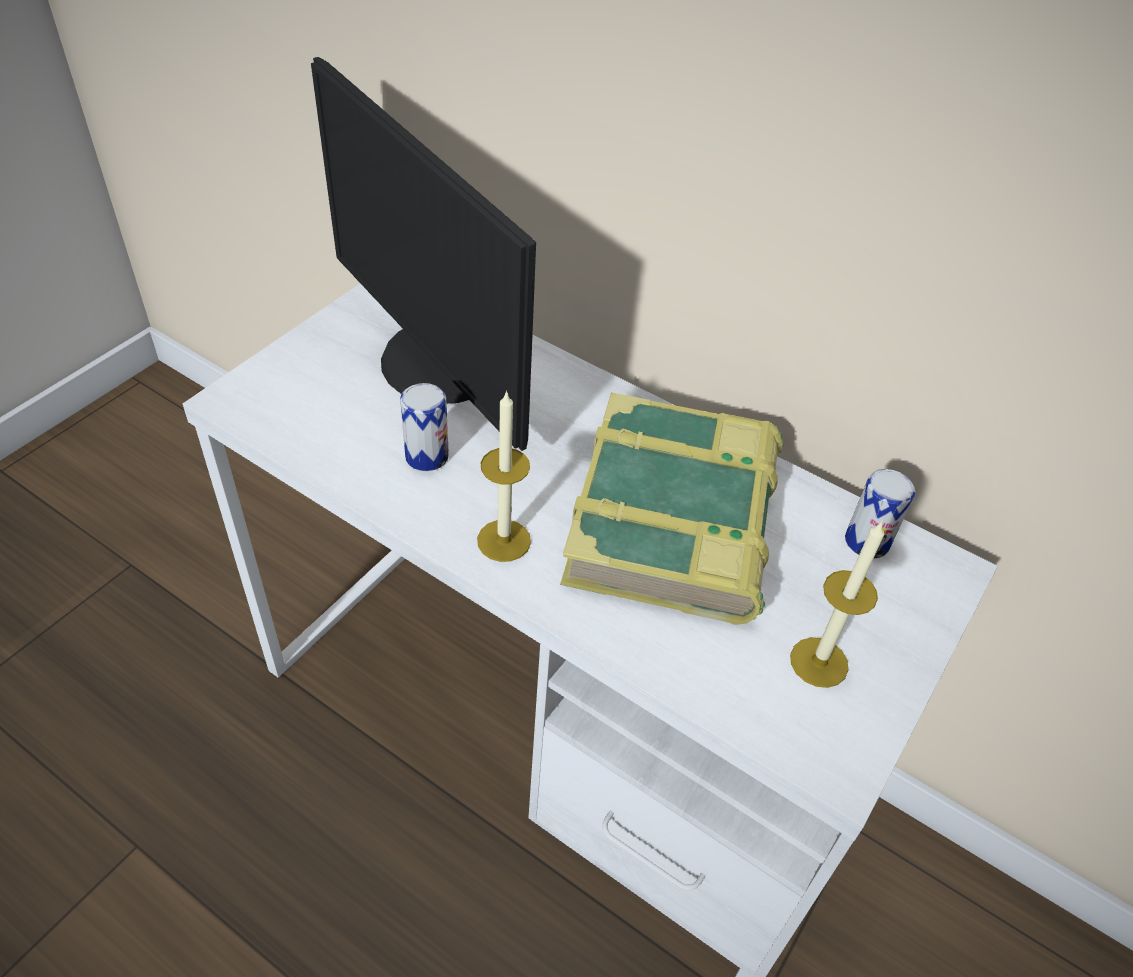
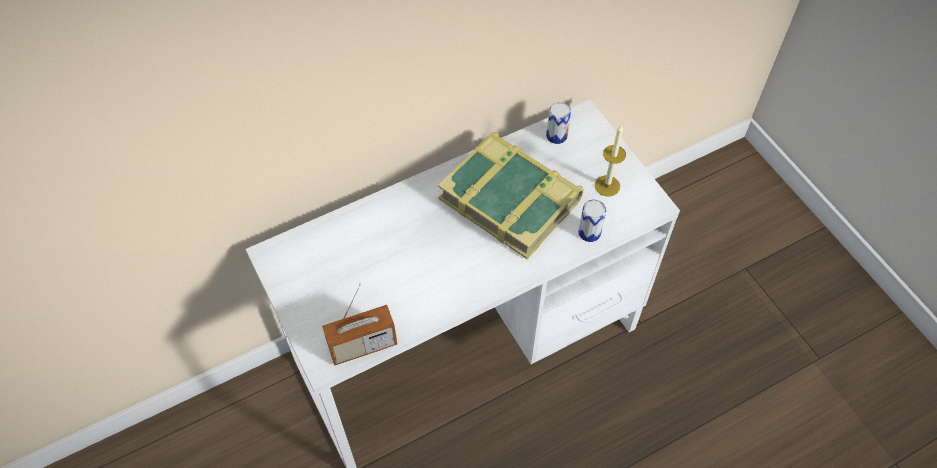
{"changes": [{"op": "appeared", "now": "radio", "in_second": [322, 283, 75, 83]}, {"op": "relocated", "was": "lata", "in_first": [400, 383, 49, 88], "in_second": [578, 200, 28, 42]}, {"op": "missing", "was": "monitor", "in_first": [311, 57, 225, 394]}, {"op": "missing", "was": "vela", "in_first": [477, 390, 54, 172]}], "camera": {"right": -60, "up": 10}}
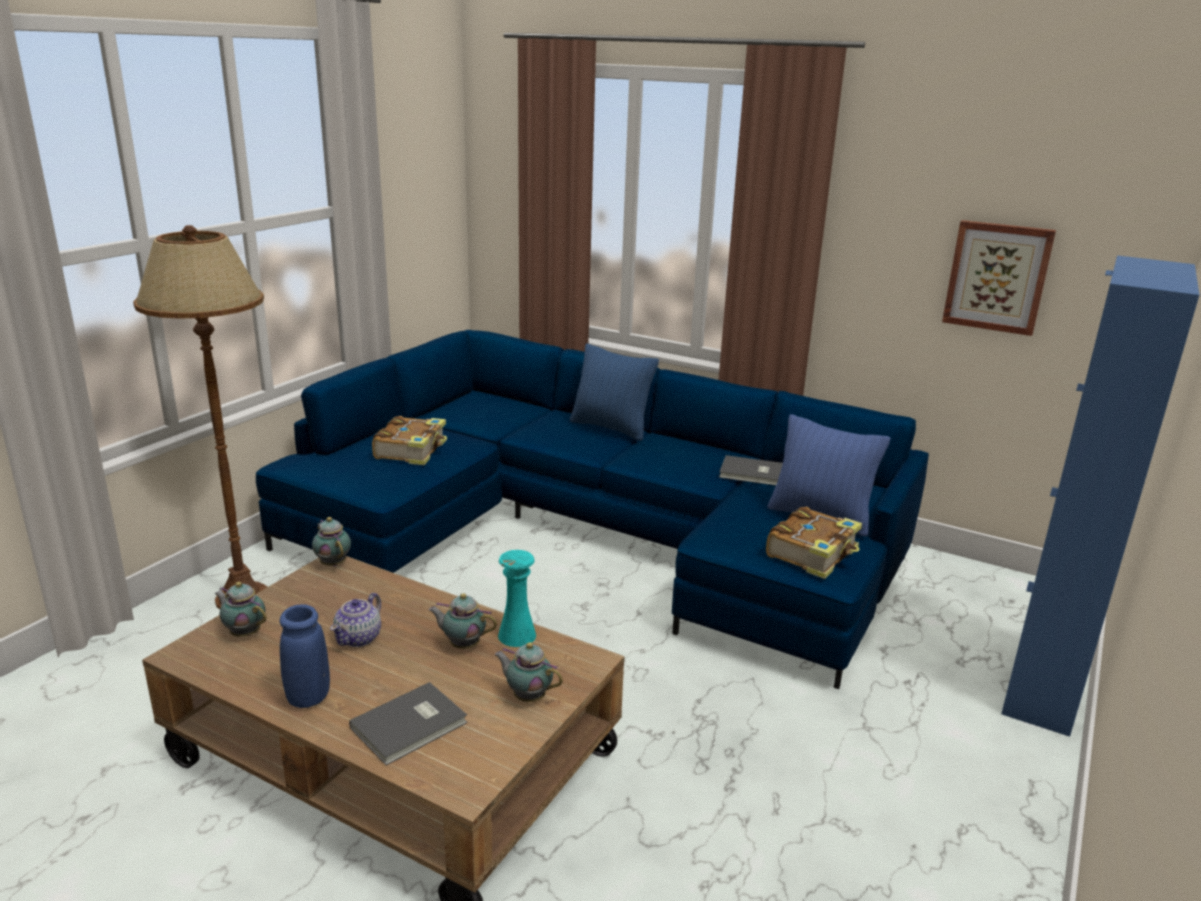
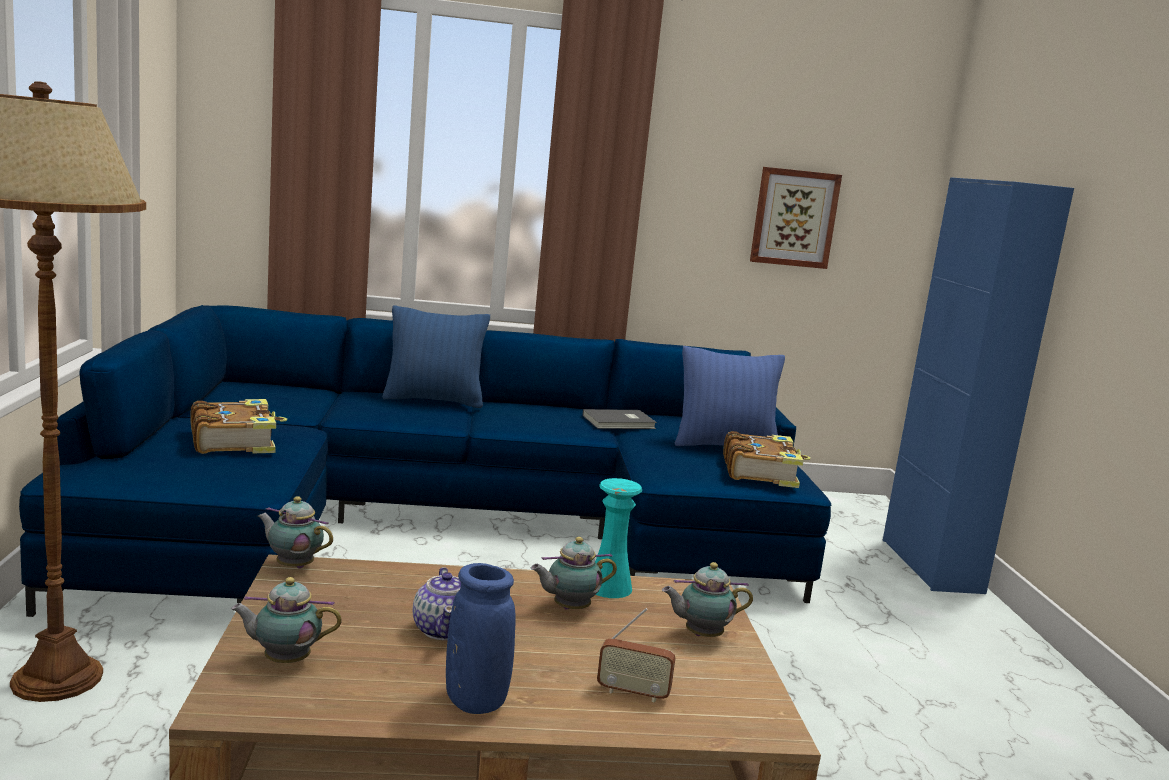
{"changes": [{"op": "exchanged", "was": "libro/gris", "now": "radio", "in_first": [349, 682, 119, 83], "in_second": [597, 608, 79, 95]}], "camera": {"right": -35, "up": -10}}
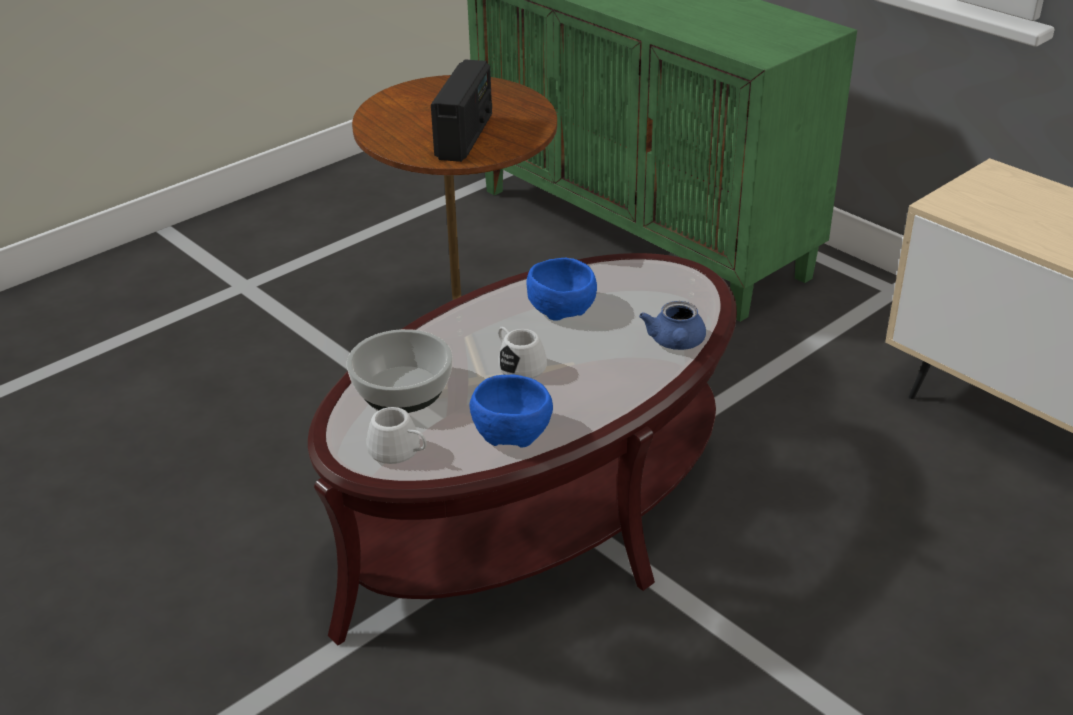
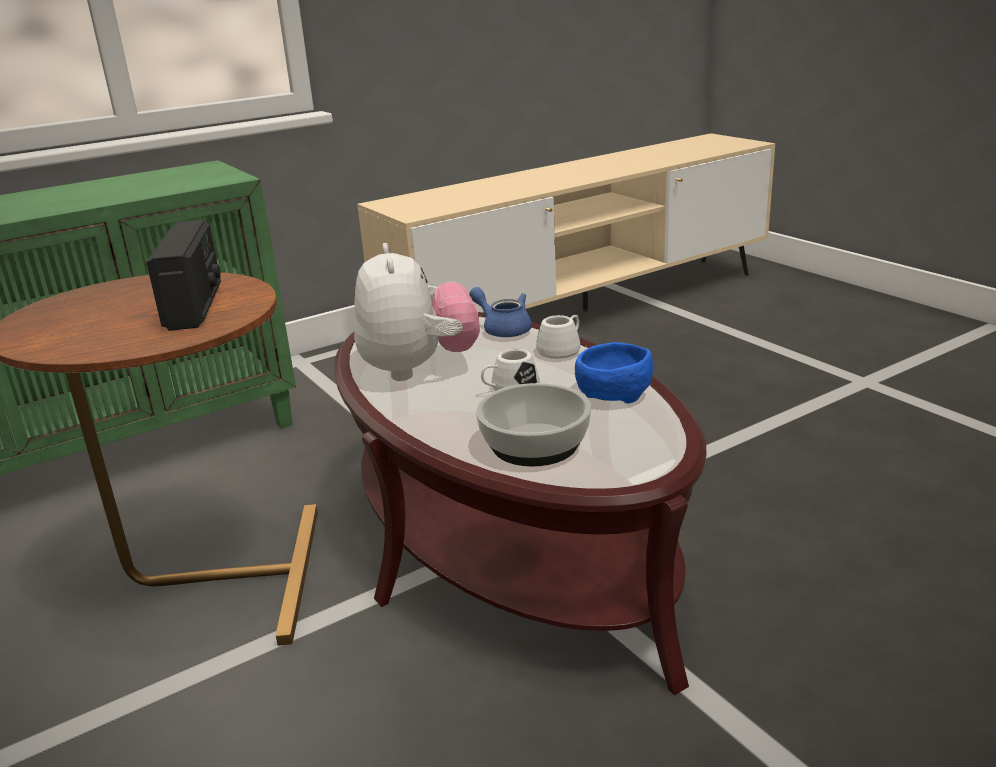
{"changes": [{"op": "spun", "was": "radio", "in_first": [431, 59, 61, 103], "in_second": [146, 220, 75, 111], "clockwise": 60}, {"op": "exchanged", "was": "cuenco/azul", "now": "peluche", "in_first": [527, 258, 70, 63], "in_second": [354, 243, 126, 138]}, {"op": "spun", "was": "tetera/azul", "in_first": [639, 301, 67, 49], "in_second": [469, 287, 63, 50], "clockwise": -150}, {"op": "relocated", "was": "taza grande/blanco", "in_first": [366, 407, 61, 57], "in_second": [536, 315, 44, 44]}], "camera": {"right": -80, "up": -10}}
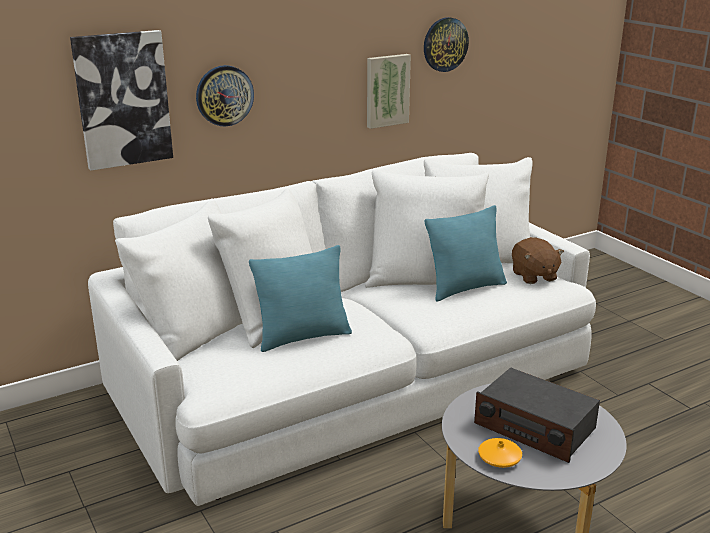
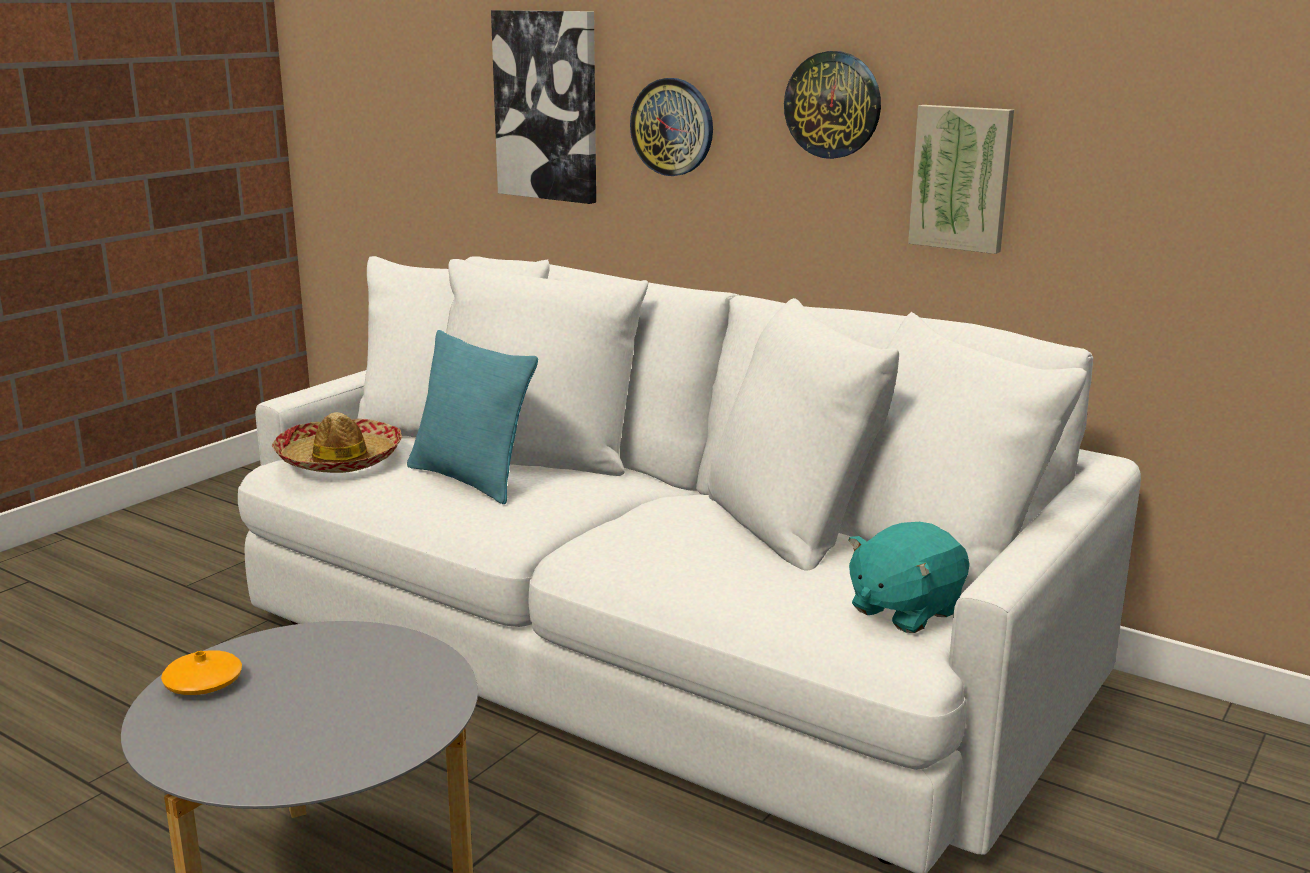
{"changes": [{"op": "appeared", "now": "sombrero", "in_second": [272, 412, 130, 61]}, {"op": "relocated", "was": "reloj de pared", "in_first": [424, 17, 45, 55], "in_second": [784, 51, 97, 108]}, {"op": "colour", "was": "peluche/marrón", "now": "peluche/turquesa", "in_first": [512, 237, 52, 47], "in_second": [848, 522, 121, 111]}, {"op": "missing", "was": "cojín/turquesa", "in_first": [425, 205, 82, 96]}, {"op": "missing", "was": "radio", "in_first": [474, 367, 126, 96]}], "camera": {"right": 65, "up": -5}}
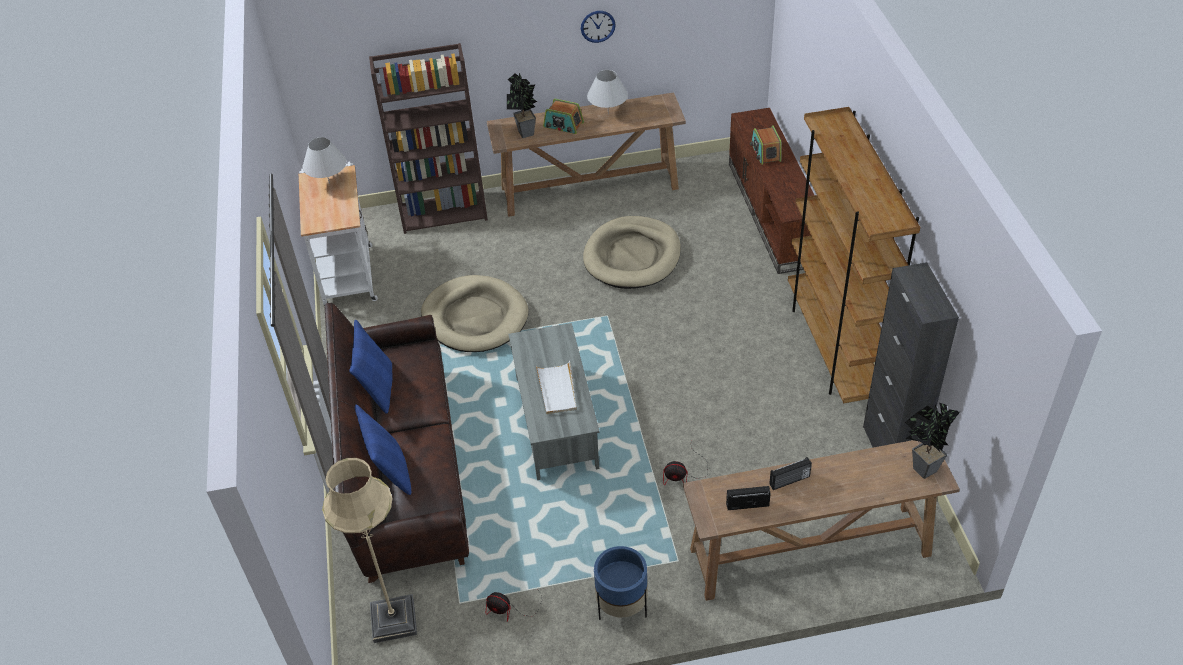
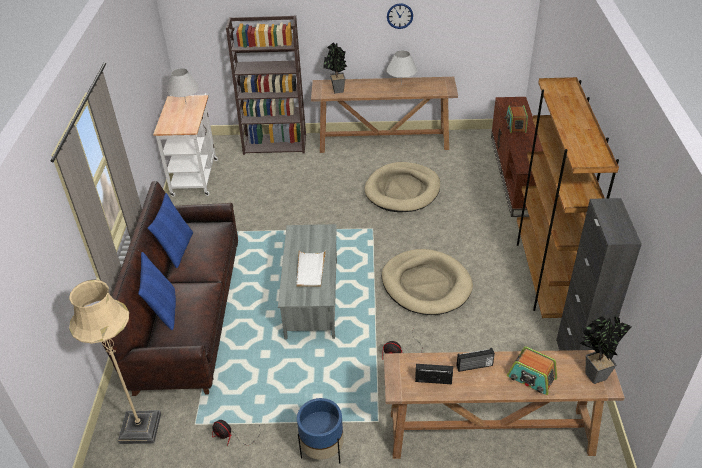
{"changes": [{"op": "relocated", "was": "cama para perro/beis", "in_first": [421, 275, 107, 77], "in_second": [382, 249, 91, 66]}, {"op": "relocated", "was": "radio", "in_first": [543, 99, 41, 35], "in_second": [507, 346, 50, 49]}], "camera": {"right": 10, "up": -5}}
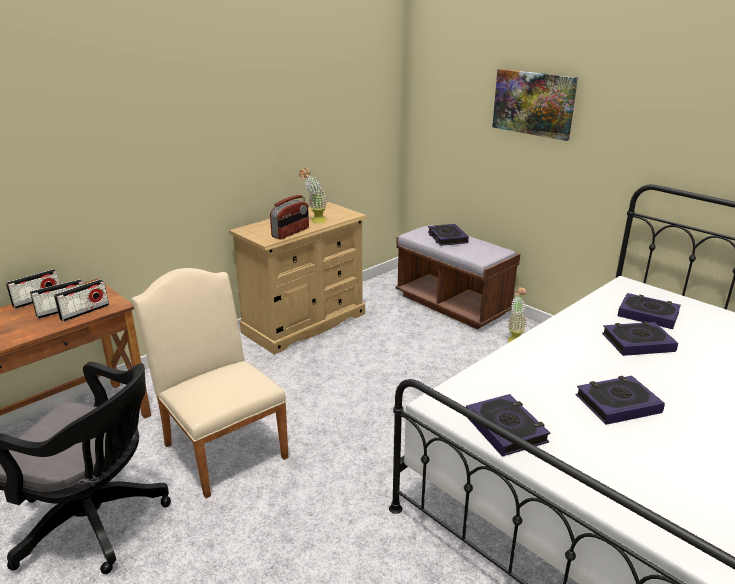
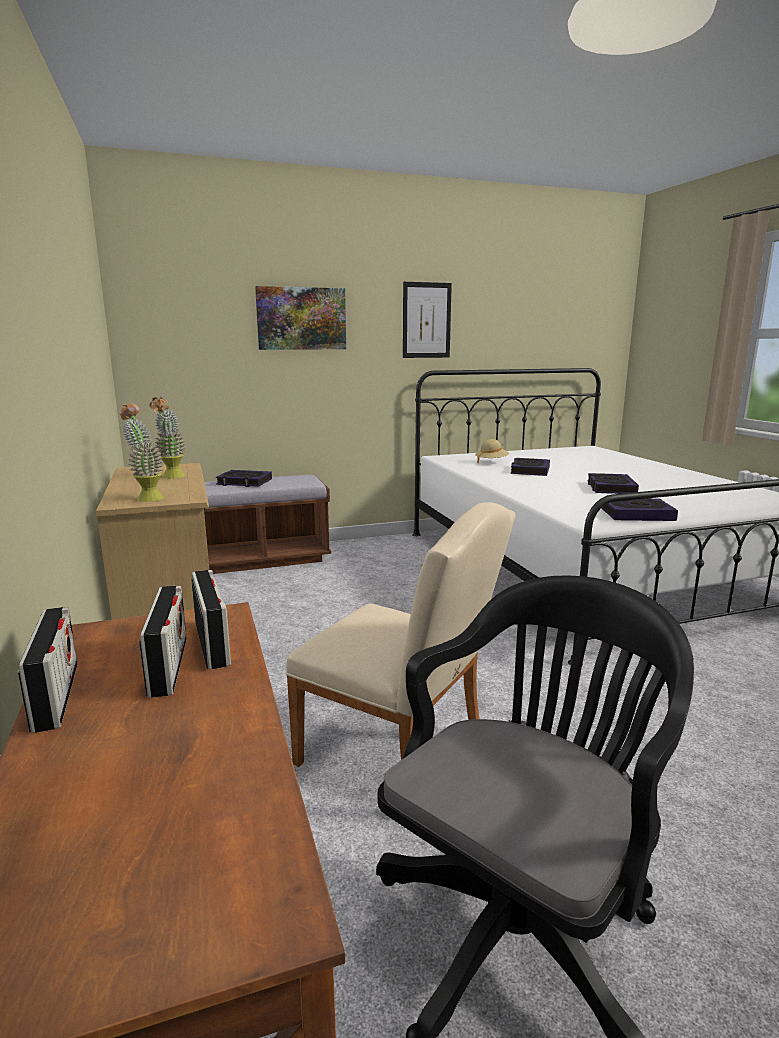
{"changes": [{"op": "relocated", "was": "planta en maceta", "in_first": [508, 286, 19, 56], "in_second": [120, 403, 44, 99]}, {"op": "spun", "was": "silla/beis", "in_first": [132, 268, 156, 230], "in_second": [285, 502, 231, 265], "clockwise": -135}, {"op": "appeared", "now": "cuadro", "in_second": [403, 282, 49, 76]}, {"op": "exchanged", "was": "libro", "now": "sombrero/beis", "in_first": [617, 293, 64, 36], "in_second": [475, 439, 35, 24]}, {"op": "missing", "was": "radio", "in_first": [270, 195, 39, 44]}], "camera": {"right": -65, "up": -10}}
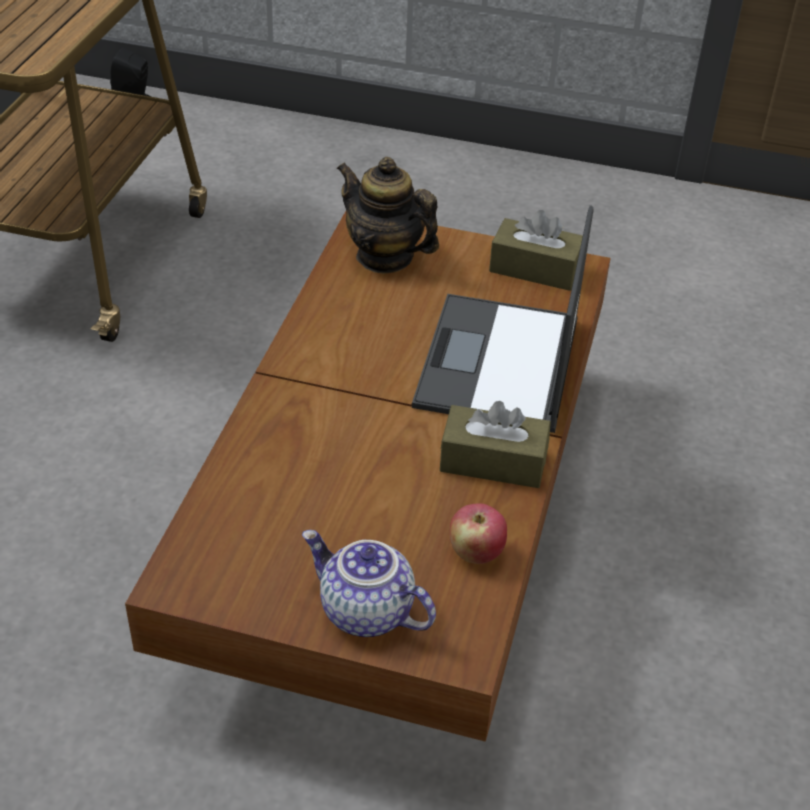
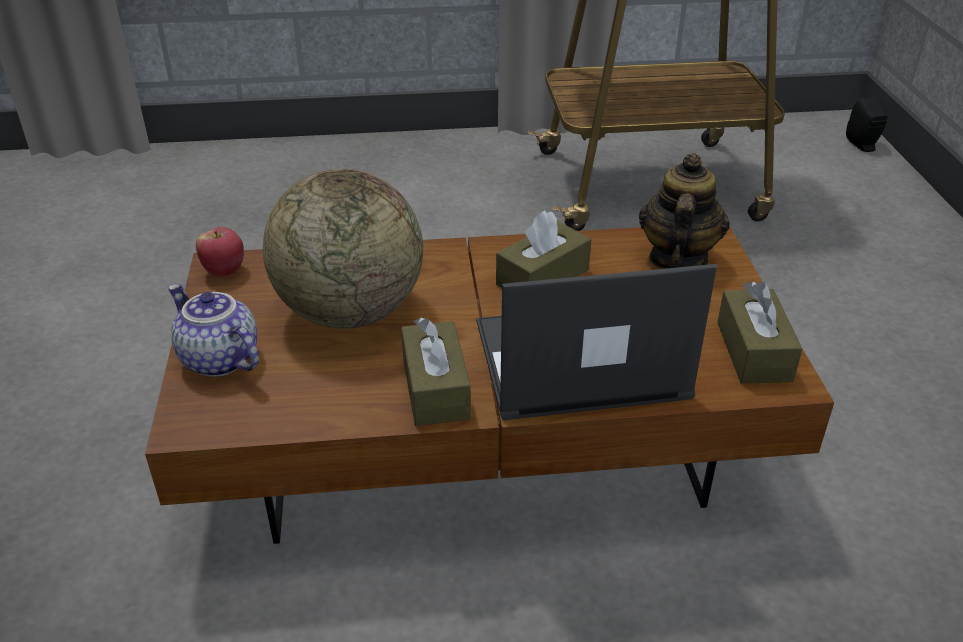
{"changes": [{"op": "spun", "was": "tetera", "in_first": [302, 530, 134, 107], "in_second": [168, 284, 91, 93], "clockwise": -60}, {"op": "relocated", "was": "manzana", "in_first": [450, 503, 57, 61], "in_second": [196, 227, 48, 50]}, {"op": "appeared", "now": "globo terráqueo", "in_second": [263, 169, 160, 160]}, {"op": "appeared", "now": "caja de pañuelos/marrón", "in_second": [496, 211, 95, 77]}], "camera": {"right": 70, "up": -5}}
